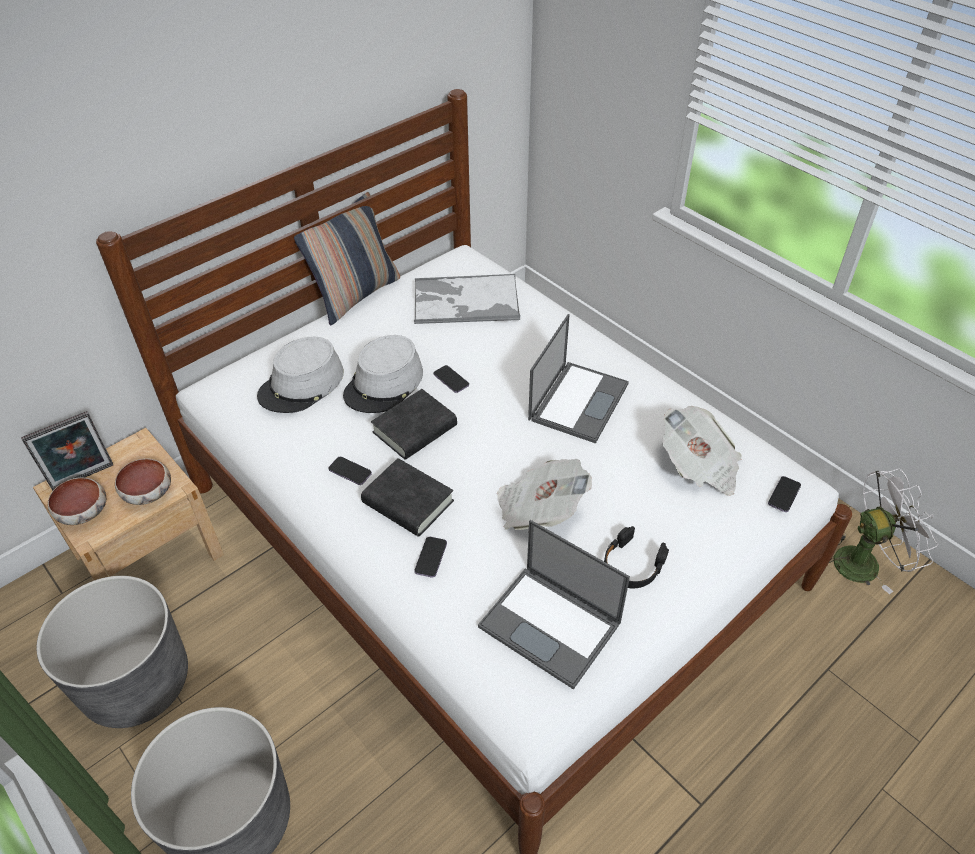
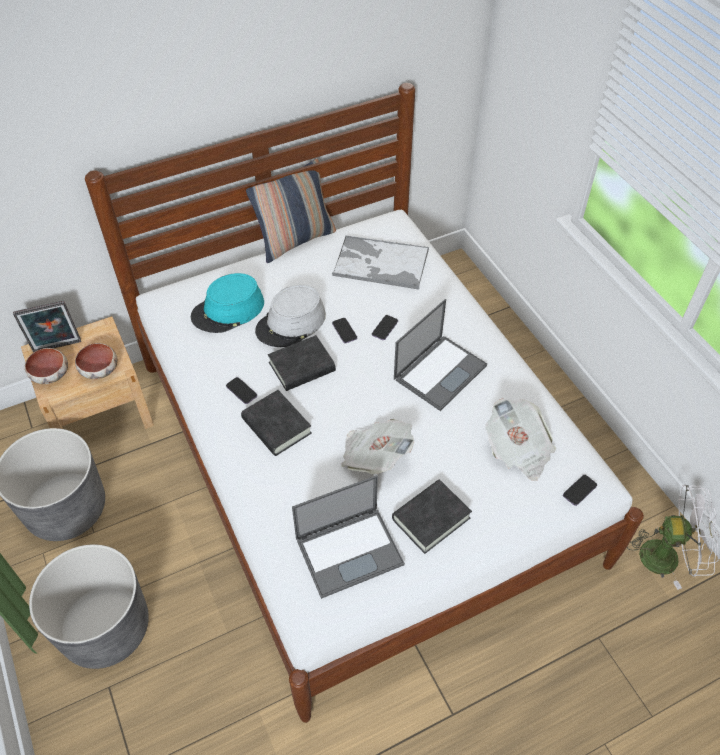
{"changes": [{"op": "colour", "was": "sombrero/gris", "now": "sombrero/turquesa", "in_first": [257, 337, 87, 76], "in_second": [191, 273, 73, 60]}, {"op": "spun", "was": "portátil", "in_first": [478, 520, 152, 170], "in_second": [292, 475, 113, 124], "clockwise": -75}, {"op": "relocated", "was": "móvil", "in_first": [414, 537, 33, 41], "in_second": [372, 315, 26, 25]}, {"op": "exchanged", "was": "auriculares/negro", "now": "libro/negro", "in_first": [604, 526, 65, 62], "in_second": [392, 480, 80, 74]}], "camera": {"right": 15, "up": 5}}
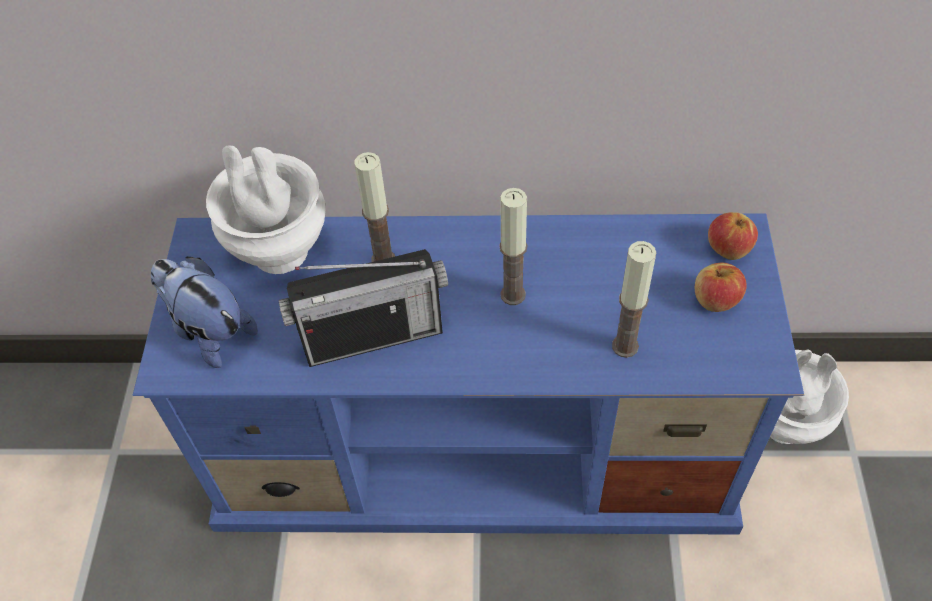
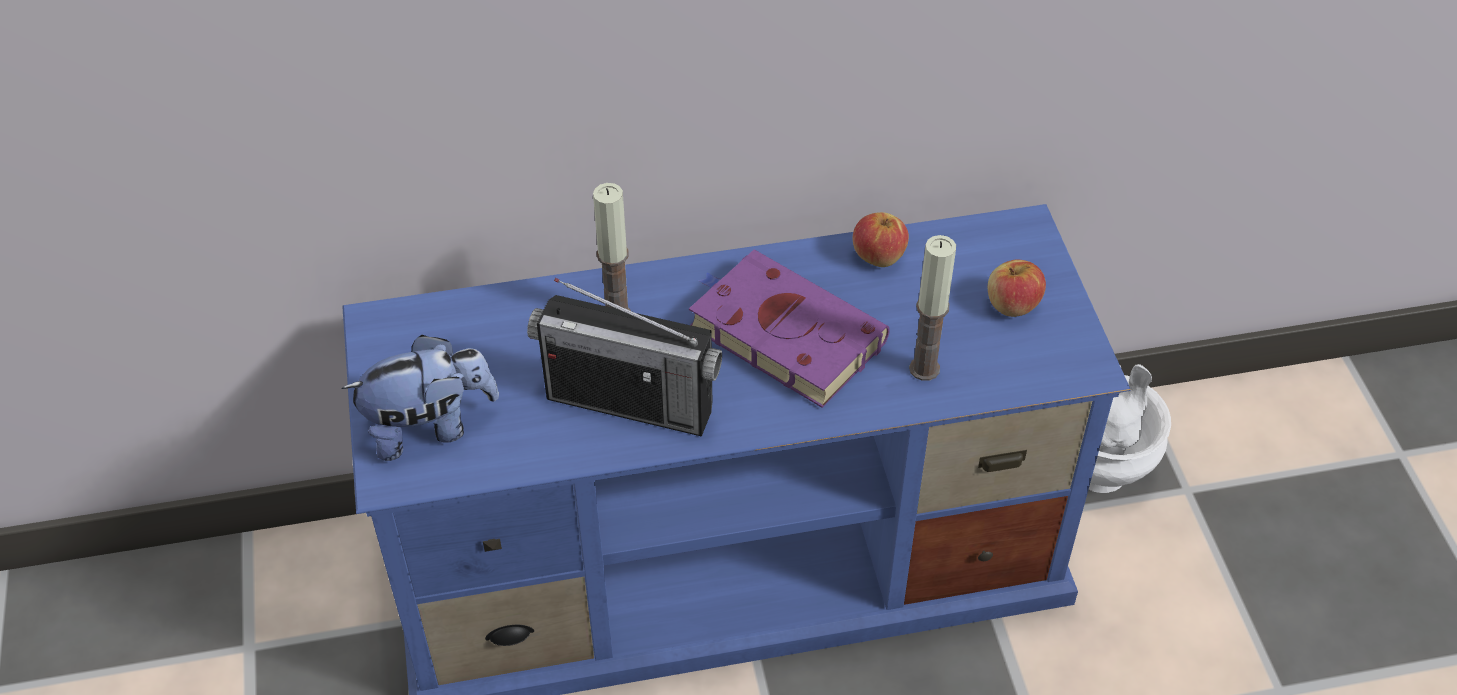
{"changes": [{"op": "spun", "was": "peluche", "in_first": [151, 257, 107, 111], "in_second": [341, 335, 158, 126], "clockwise": 135}, {"op": "spun", "was": "radio", "in_first": [279, 249, 169, 118], "in_second": [527, 278, 195, 158], "clockwise": 45}, {"op": "exchanged", "was": "vela", "now": "libro/morado", "in_first": [499, 188, 28, 117], "in_second": [689, 250, 201, 158]}, {"op": "relocated", "was": "manzana", "in_first": [708, 212, 50, 48], "in_second": [852, 212, 57, 55]}, {"op": "missing", "was": "florero/blanco", "in_first": [206, 146, 120, 128]}], "camera": {"right": -15, "up": -5}}
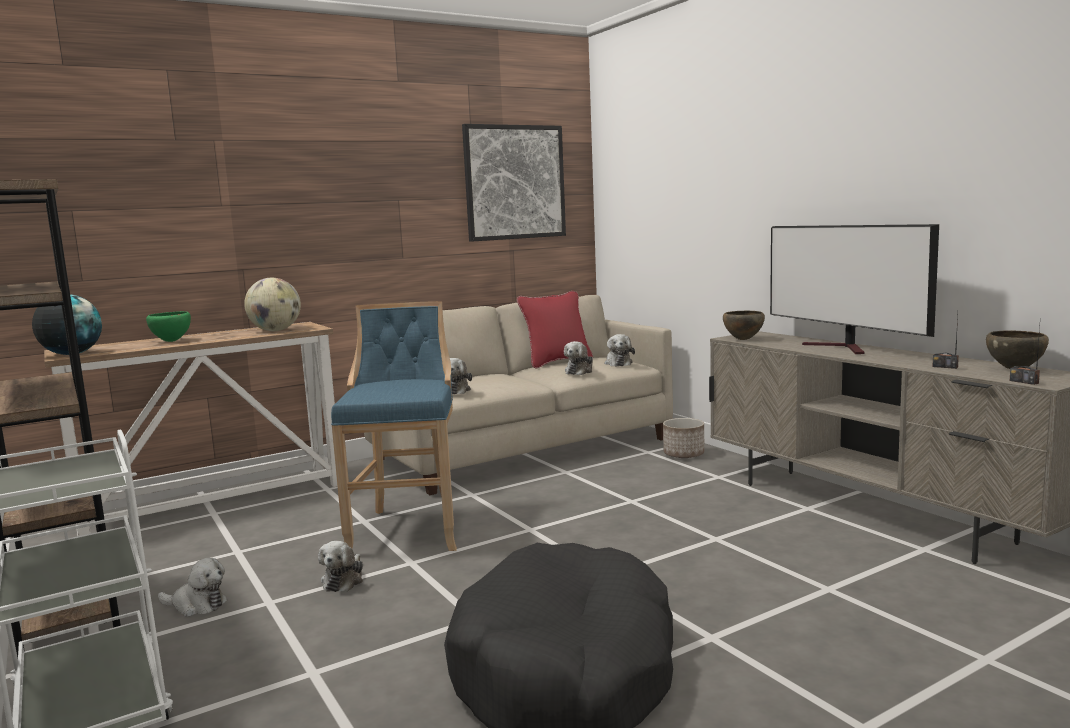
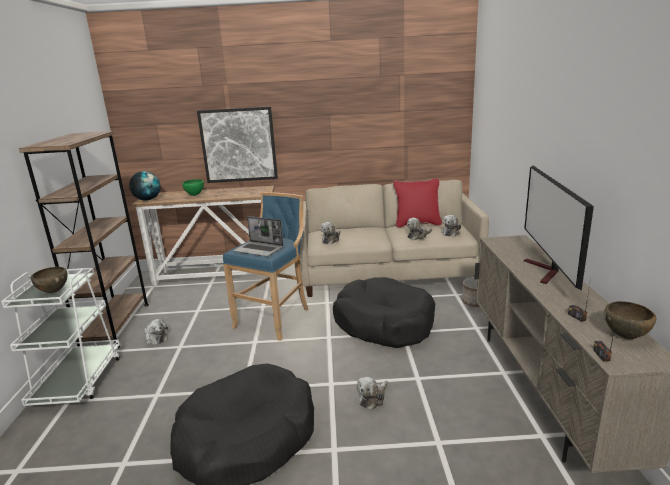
{"changes": [{"op": "relocated", "was": "cuenco/marrón", "in_first": [723, 311, 42, 29], "in_second": [31, 267, 37, 26]}, {"op": "relocated", "was": "cuadro", "in_first": [462, 124, 104, 118], "in_second": [197, 106, 81, 77]}, {"op": "appeared", "now": "portátil", "in_second": [233, 216, 51, 41]}, {"op": "appeared", "now": "cama para perro/negro", "in_second": [333, 277, 102, 71]}, {"op": "relocated", "was": "peluche", "in_first": [318, 541, 45, 51], "in_second": [357, 377, 31, 33]}, {"op": "missing", "was": "globo terráqueo", "in_first": [244, 278, 57, 53]}], "camera": {"right": 30, "up": 10}}
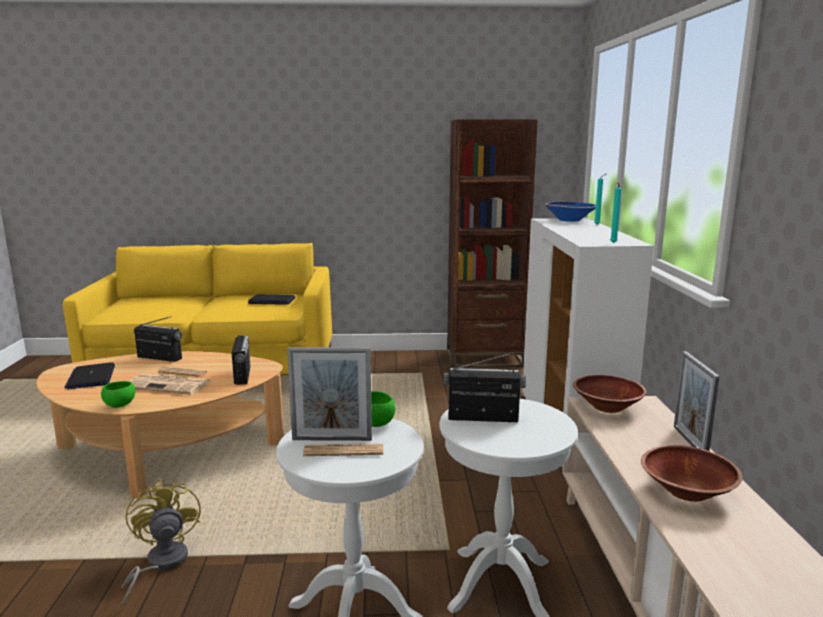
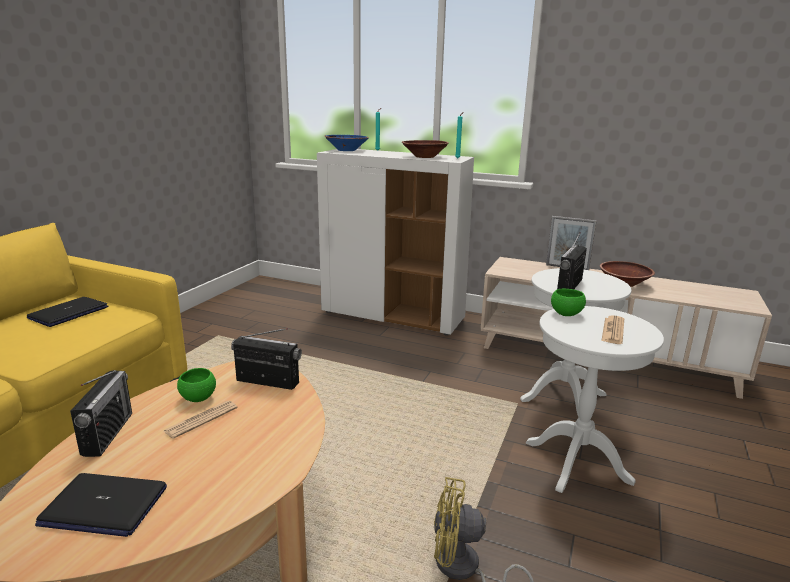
{"changes": [{"op": "spun", "was": "radio", "in_first": [134, 316, 48, 46], "in_second": [70, 370, 62, 87], "clockwise": 135}, {"op": "relocated", "was": "cuenco/verde", "in_first": [101, 381, 34, 27], "in_second": [177, 368, 39, 34]}, {"op": "relocated", "was": "cuenco/marrón", "in_first": [573, 375, 73, 38], "in_second": [402, 140, 47, 18]}, {"op": "missing", "was": "periódico", "in_first": [129, 373, 82, 22]}, {"op": "missing", "was": "portarretratos", "in_first": [287, 347, 85, 94]}, {"op": "missing", "was": "estantería/marrón", "in_first": [447, 119, 91, 249]}], "camera": {"right": -65, "up": 5}}
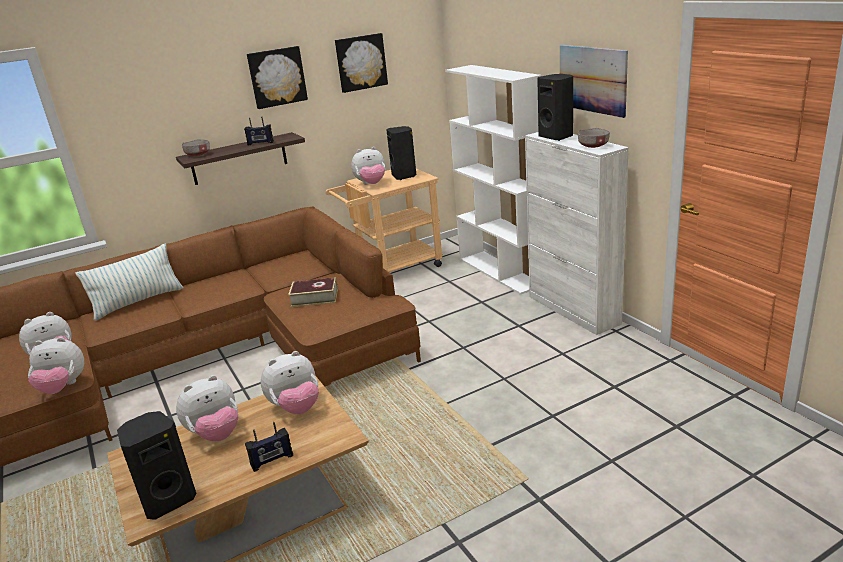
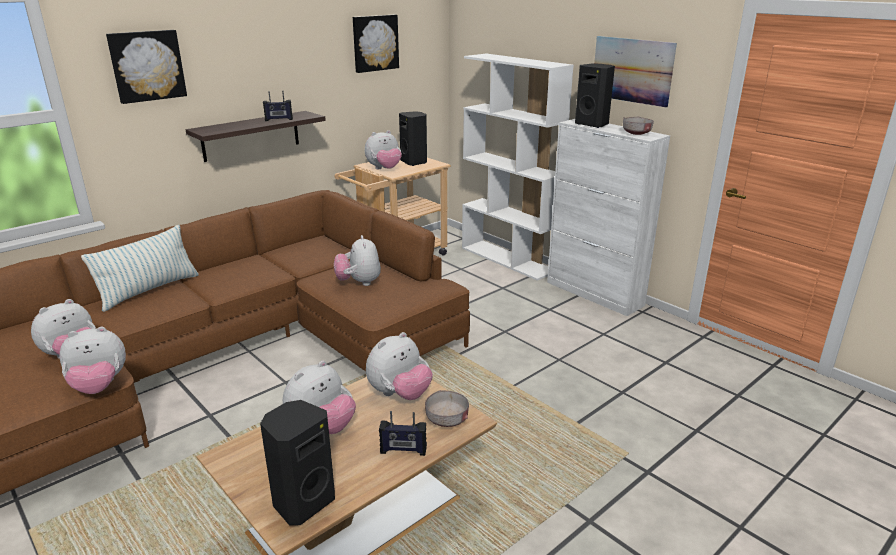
{"changes": [{"op": "relocated", "was": "cuadro", "in_first": [247, 46, 61, 63], "in_second": [106, 30, 81, 74]}, {"op": "exchanged", "was": "libro", "now": "peluche", "in_first": [288, 277, 50, 30], "in_second": [334, 235, 47, 51]}, {"op": "spun", "was": "radio", "in_first": [245, 422, 48, 50], "in_second": [379, 411, 48, 45], "clockwise": 45}, {"op": "relocated", "was": "cuenco/gris", "in_first": [182, 139, 28, 17], "in_second": [425, 390, 44, 37]}], "camera": {"right": -15, "up": 0}}
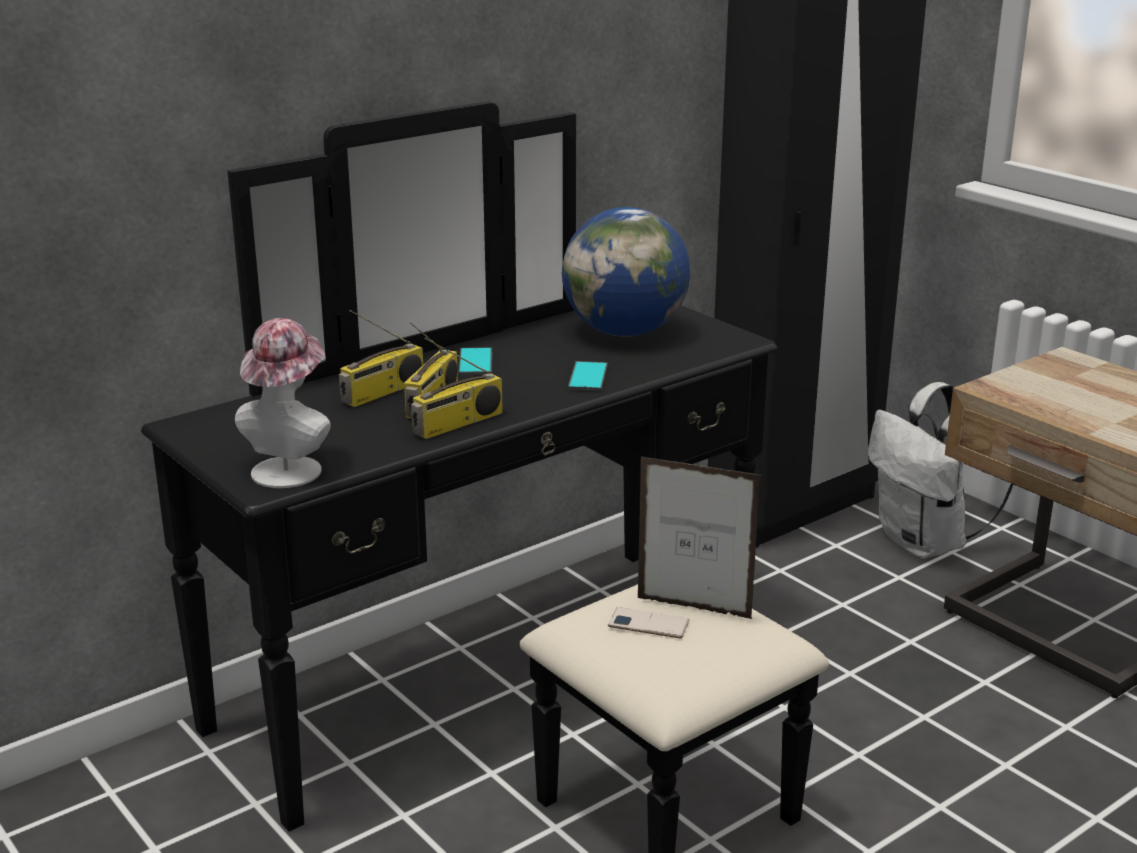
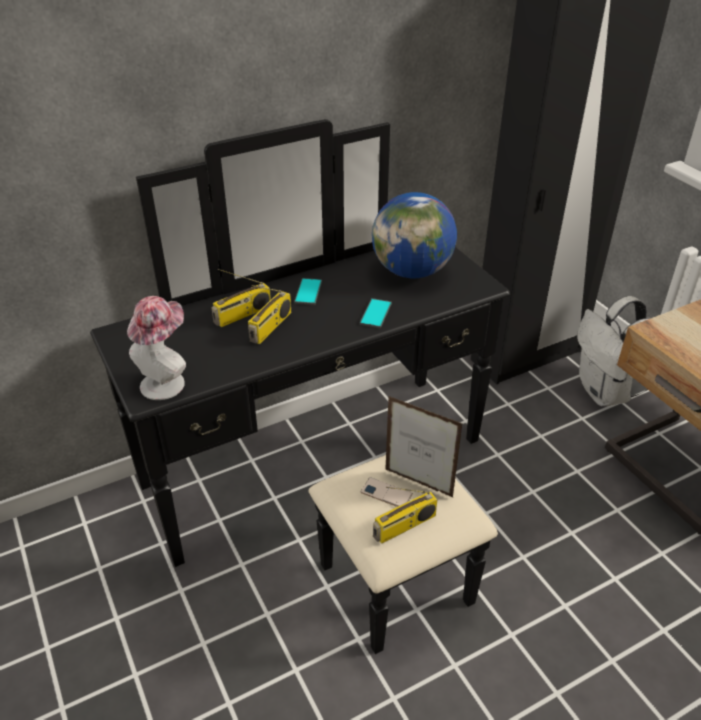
{"changes": [{"op": "relocated", "was": "radio", "in_first": [411, 337, 92, 102], "in_second": [373, 487, 64, 57]}], "camera": {"right": 10, "up": 15}}
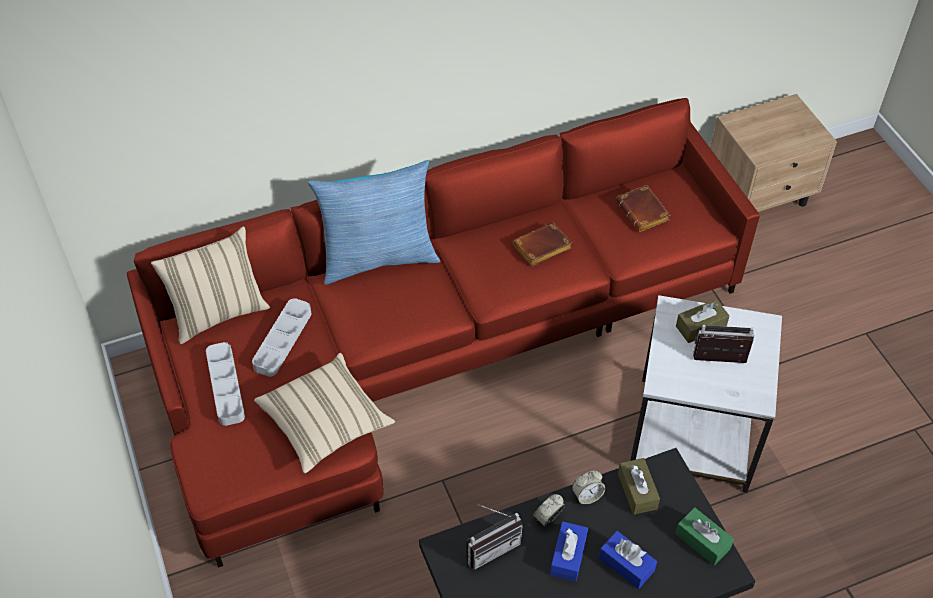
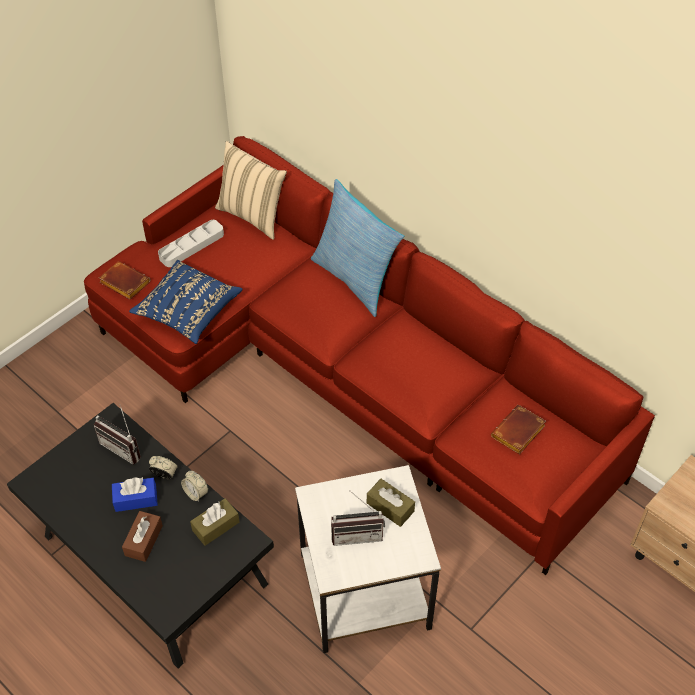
{"changes": [{"op": "relocated", "was": "libro/marrón", "in_first": [513, 222, 59, 45], "in_second": [99, 261, 51, 39]}, {"op": "colour", "was": "caja de pañuelos/azul", "now": "caja de pañuelos/marrón", "in_first": [599, 531, 58, 58], "in_second": [122, 511, 41, 51]}, {"op": "colour", "was": "cojín/beis", "now": "cojín/azul", "in_first": [254, 353, 141, 120], "in_second": [129, 260, 114, 84]}, {"op": "spun", "was": "radio", "in_first": [693, 325, 61, 38], "in_second": [331, 491, 54, 55], "clockwise": 105}, {"op": "missing", "was": "bandeja/gris", "in_first": [252, 298, 60, 79]}, {"op": "missing", "was": "caja de pañuelos/verde", "in_first": [675, 507, 59, 59]}], "camera": {"right": 65, "up": 0}}
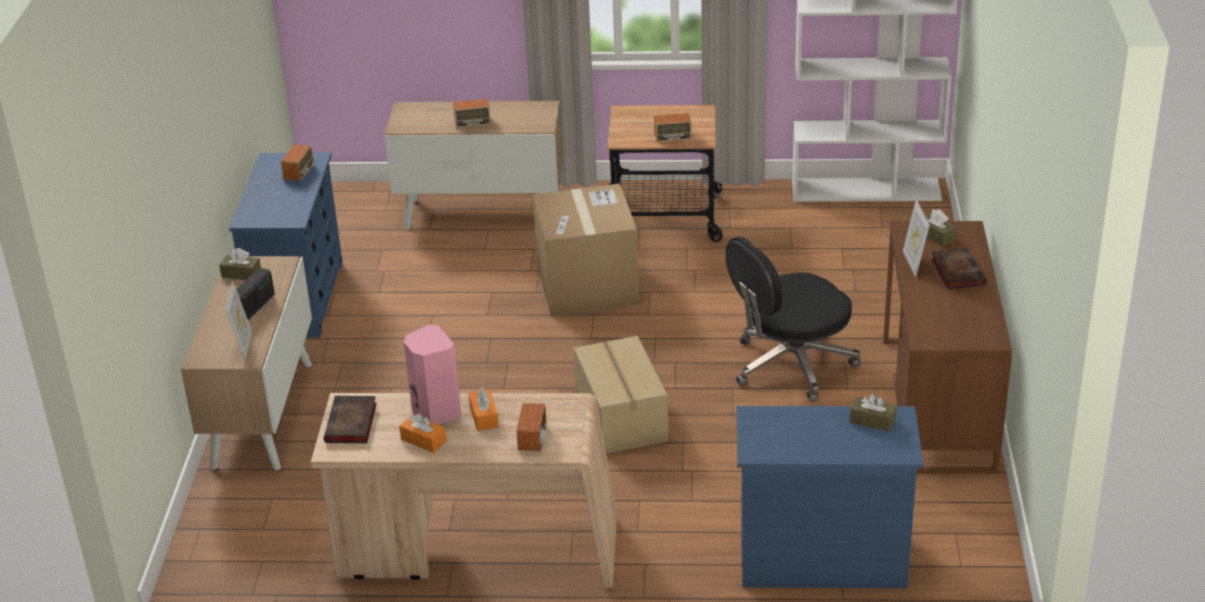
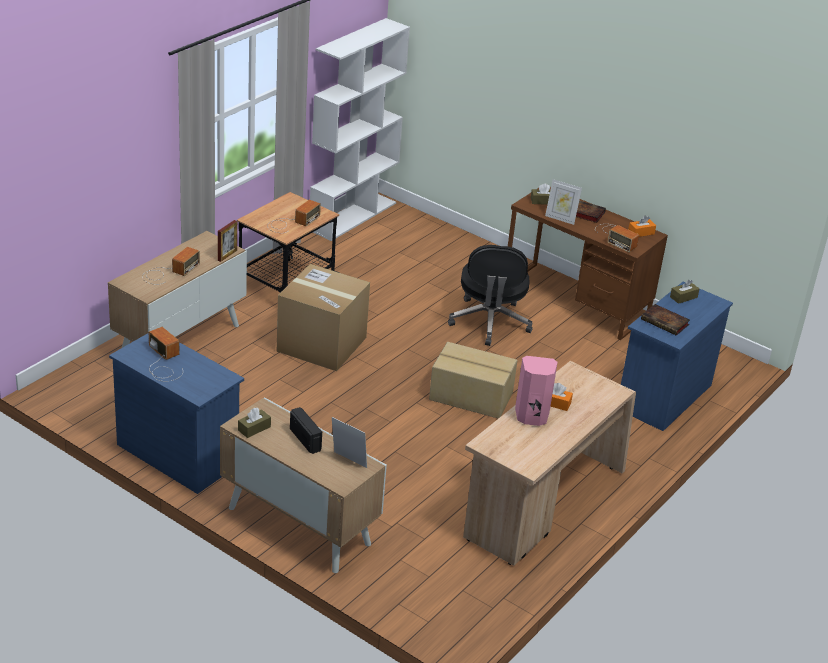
{"changes": [{"op": "appeared", "now": "portarretratos", "in_second": [218, 220, 19, 42]}, {"op": "relocated", "was": "radio", "in_first": [516, 398, 70, 53], "in_second": [595, 224, 44, 28]}, {"op": "relocated", "was": "caja de pañuelos/naranja", "in_first": [399, 413, 48, 40], "in_second": [628, 216, 28, 21]}, {"op": "relocated", "was": "libro", "in_first": [324, 396, 53, 47], "in_second": [641, 304, 49, 32]}], "camera": {"right": -60, "up": 0}}
